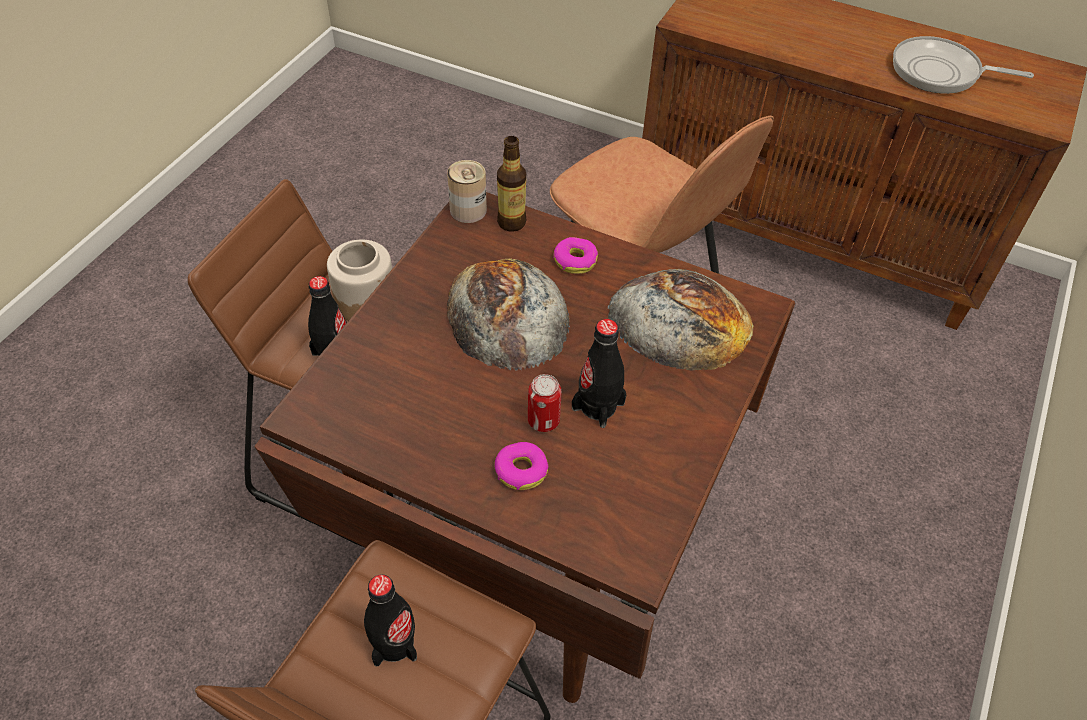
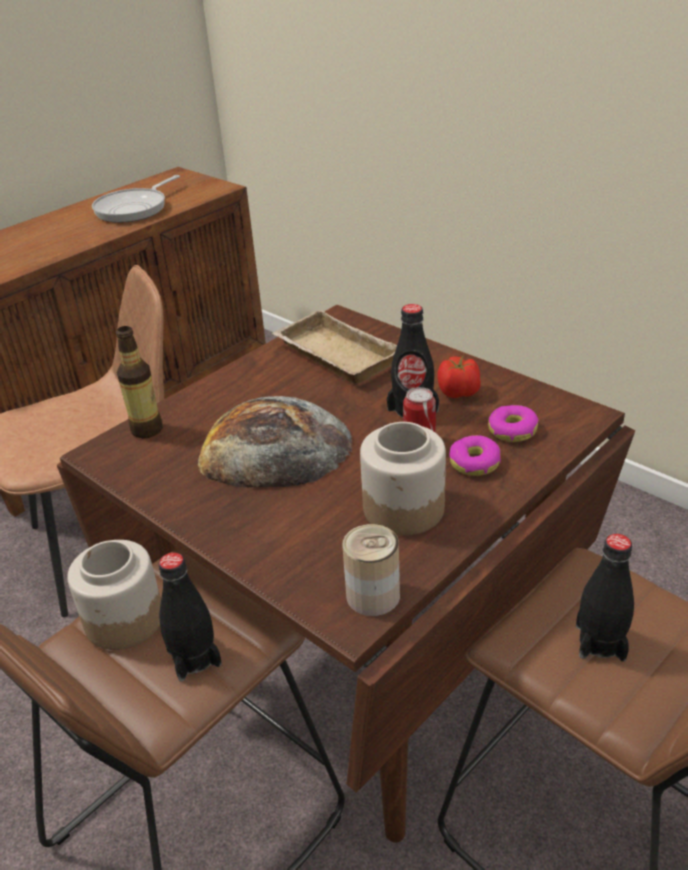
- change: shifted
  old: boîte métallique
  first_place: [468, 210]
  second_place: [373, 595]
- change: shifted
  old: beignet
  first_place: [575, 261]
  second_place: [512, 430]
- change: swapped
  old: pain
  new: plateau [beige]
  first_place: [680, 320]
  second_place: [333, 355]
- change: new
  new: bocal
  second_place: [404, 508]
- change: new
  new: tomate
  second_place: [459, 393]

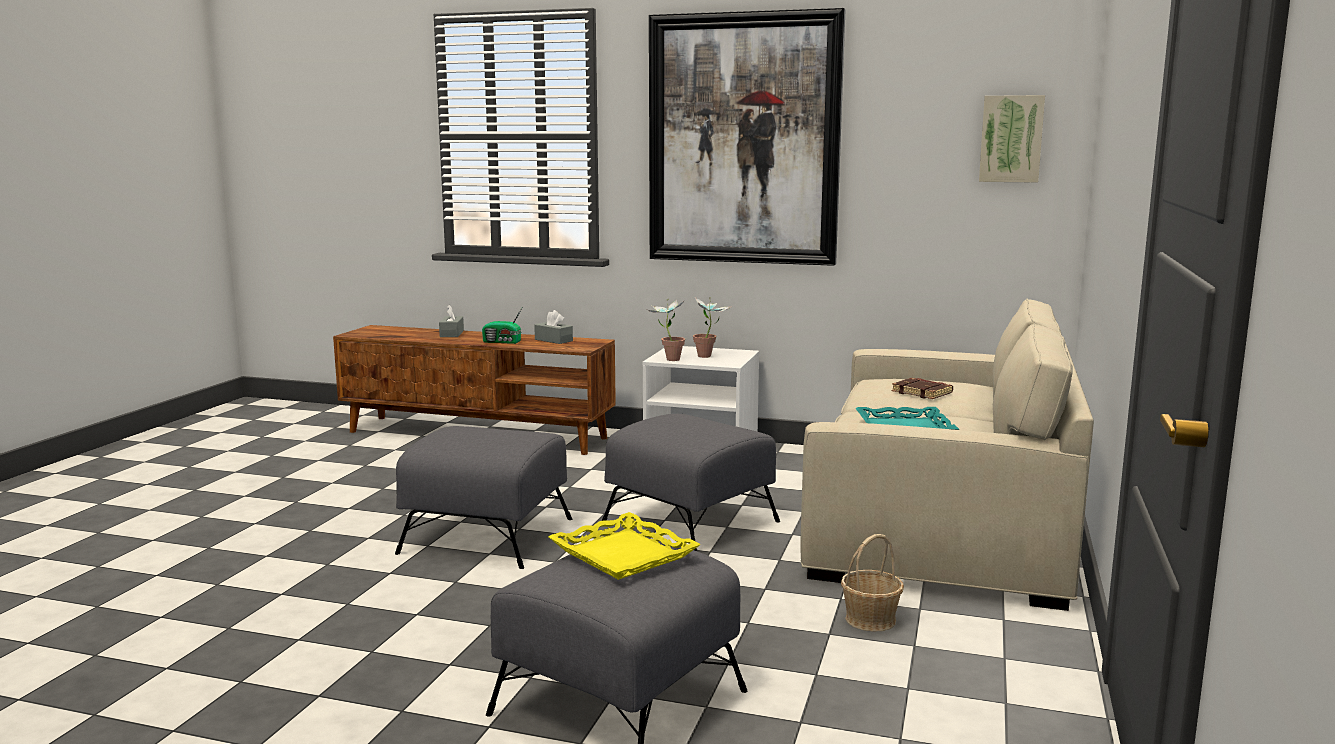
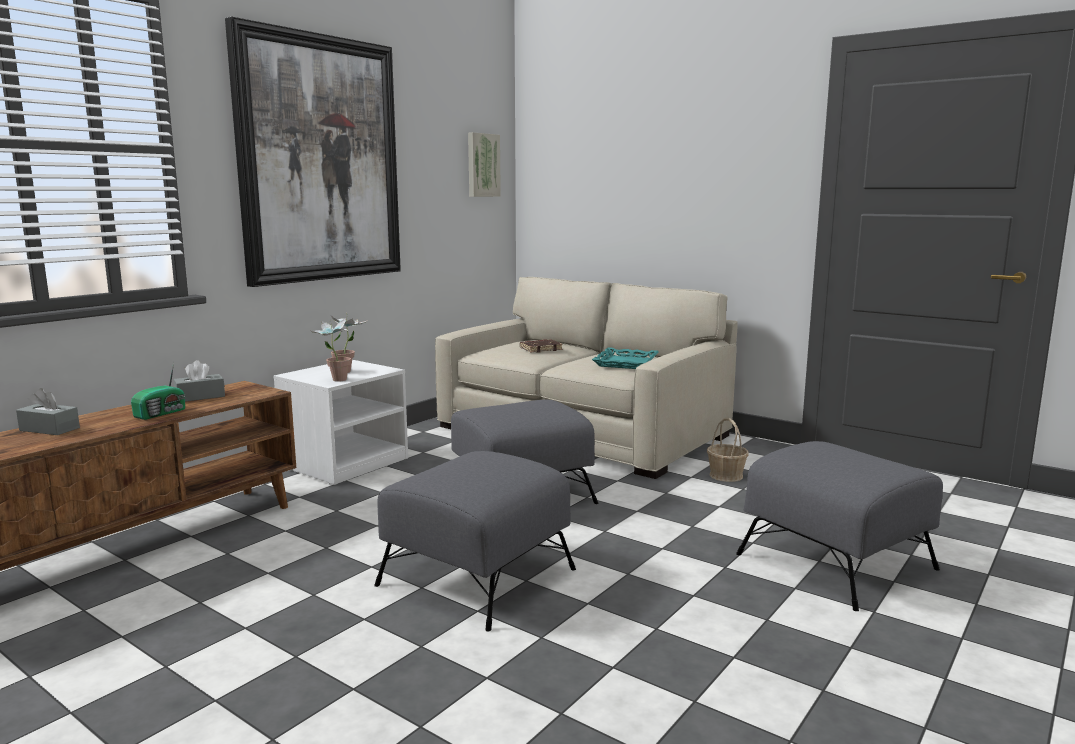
- change: gone
  old: plateau [jaune]
  first_place: [622, 555]

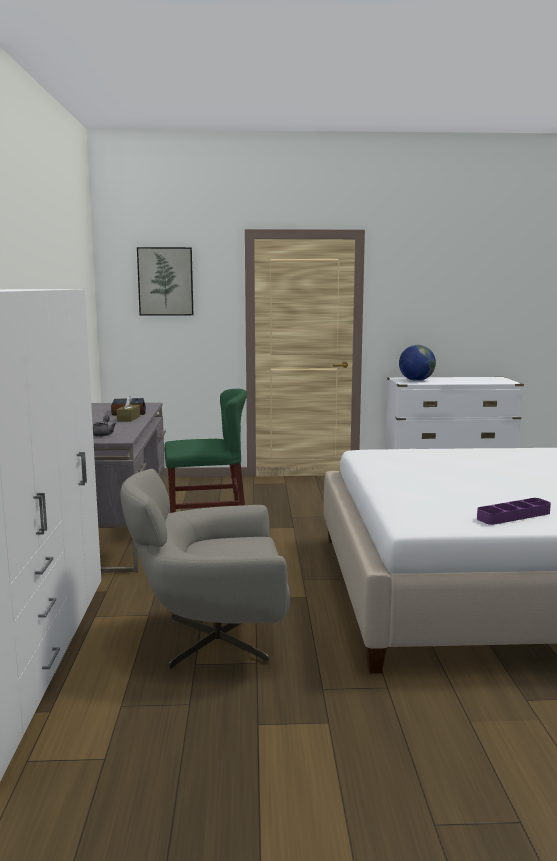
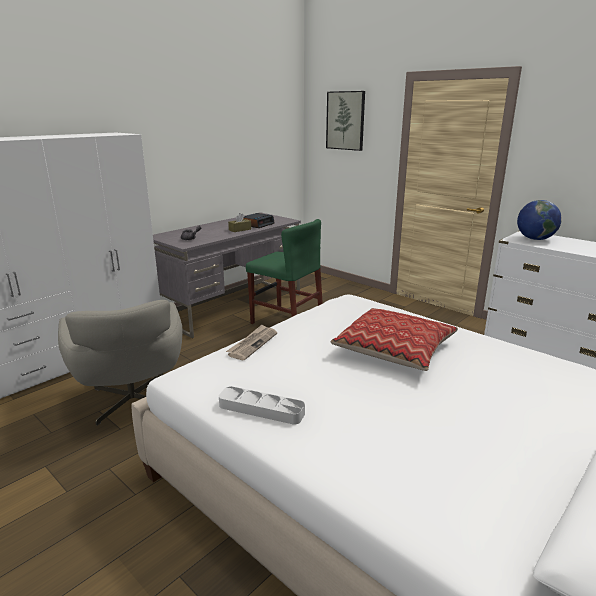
- change: rotated
  old: fauteuil [gris]
  first_place: [211, 641]
  second_place: [133, 401]
  degrees: -150
- change: repainted
  old: plateau [violet]
  new: plateau [gris]
  first_place: [513, 516]
  second_place: [261, 409]
- change: new
  new: journal
  second_place: [252, 344]
- change: new
  new: coussin
  second_place: [394, 349]

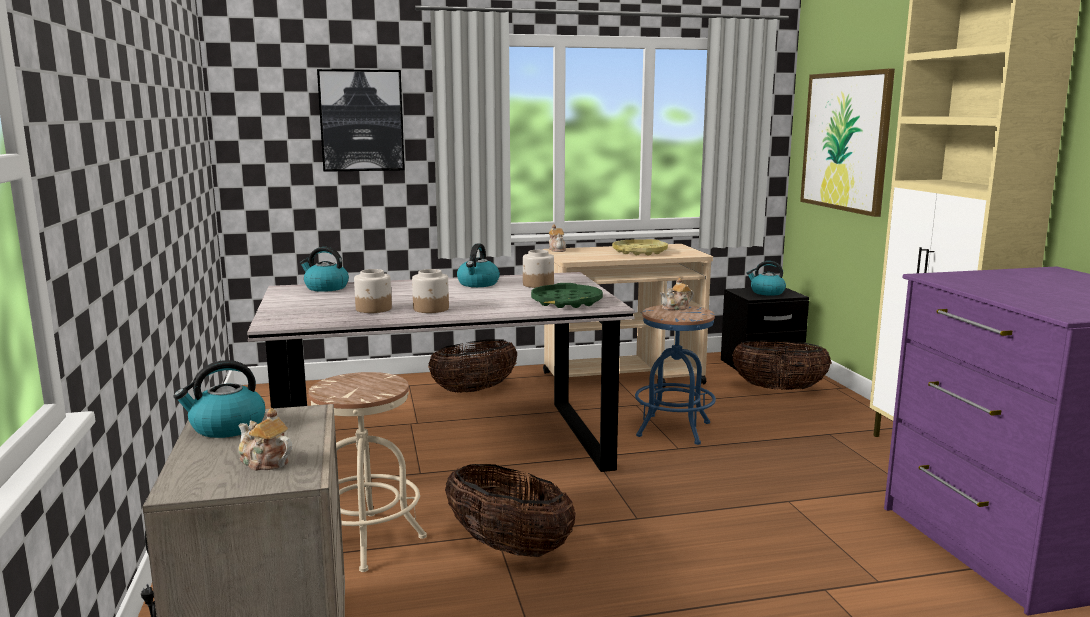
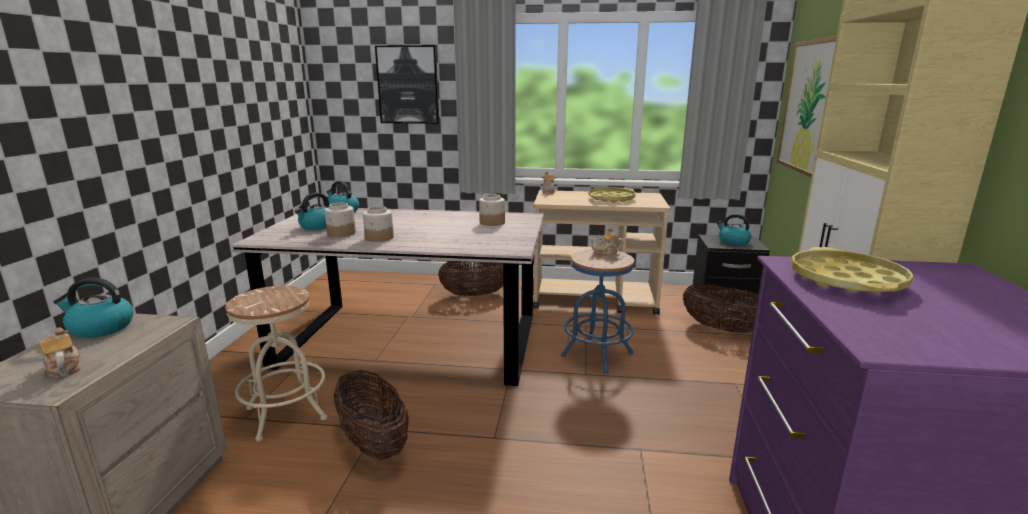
- change: shifted
  old: bouilloire
  first_place: [478, 284]
  second_place: [317, 226]
- change: gone
  old: plateau [vert]
  first_place: [566, 302]
- change: new
  new: plateau [jaune]
  second_place: [846, 280]

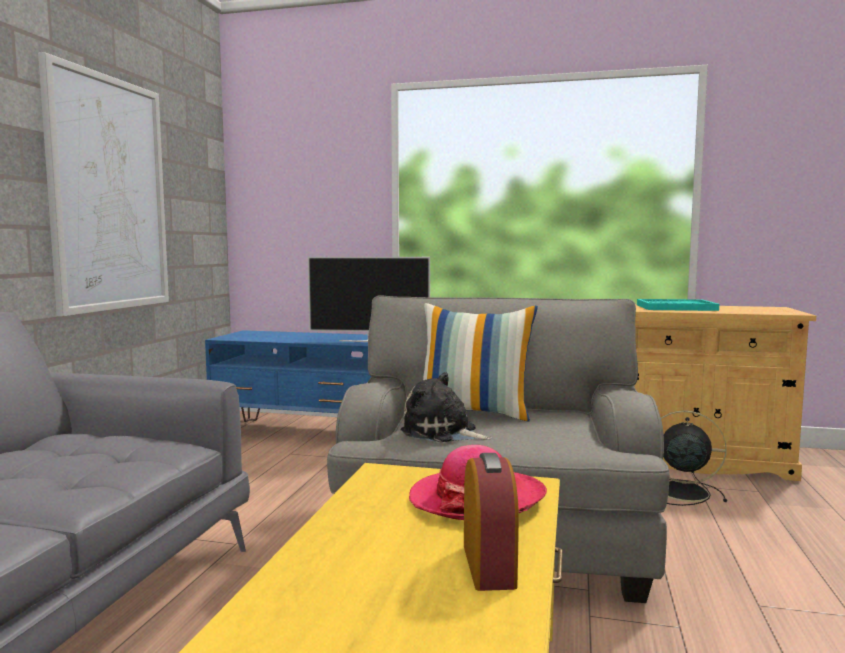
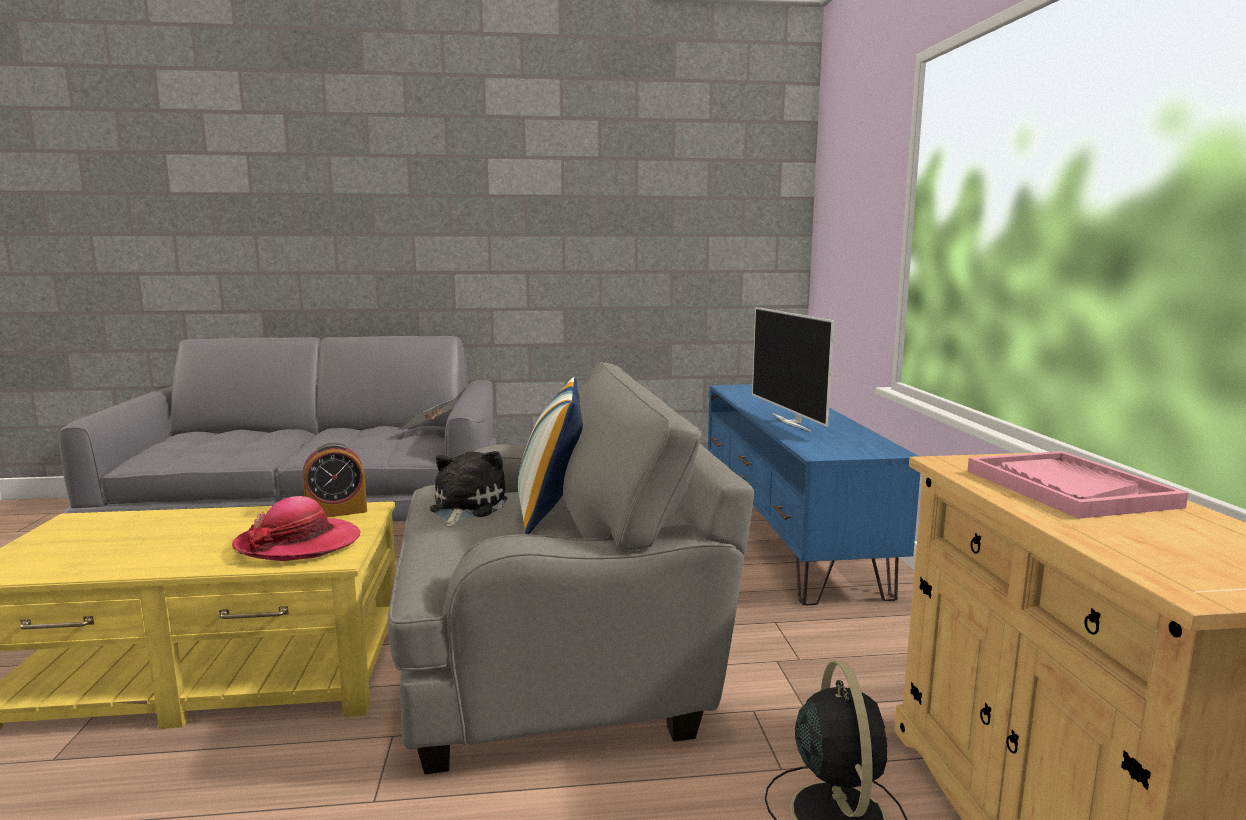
- change: gone
  old: tableau
  first_place: [109, 194]
- change: shifted
  old: réveil
  first_place: [488, 565]
  second_place: [336, 512]
- change: repainted
  old: plateau [turquoise]
  new: plateau [rose]
  first_place: [675, 307]
  second_place: [1067, 488]
- change: new
  new: journal
  second_place: [430, 431]

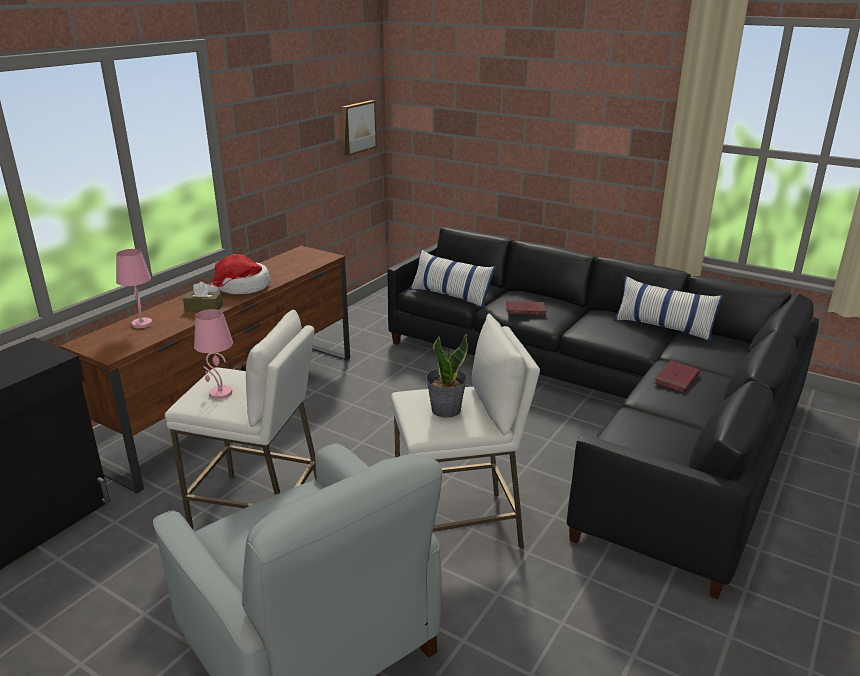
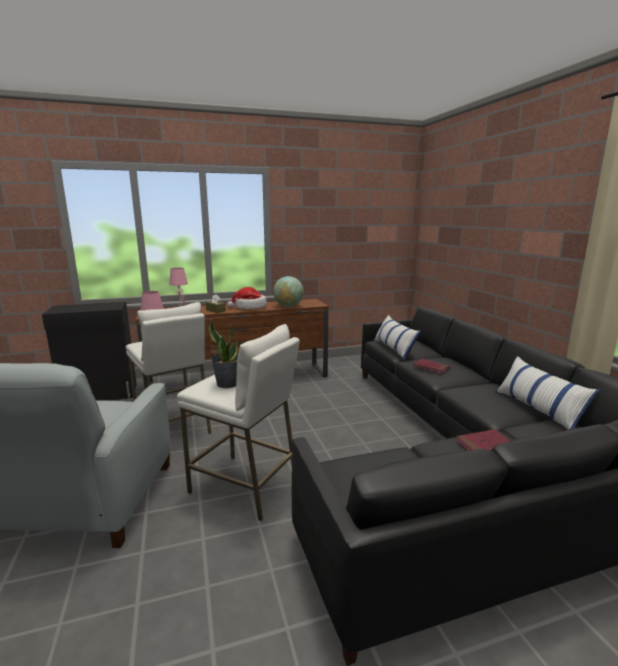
- change: gone
  old: tableau
  first_place: [357, 127]
- change: new
  new: globe
  second_place: [288, 306]

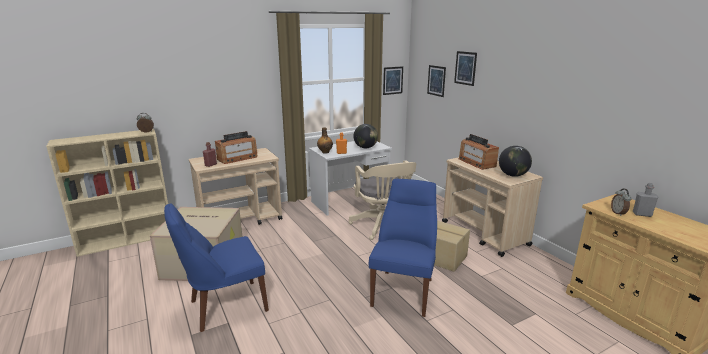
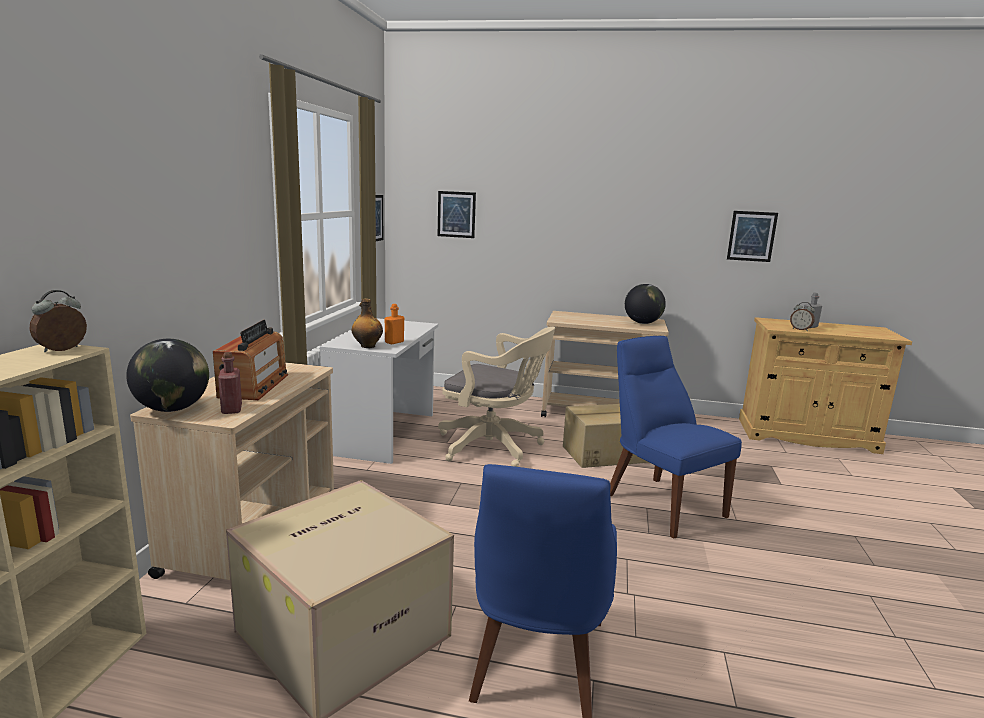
- change: shifted
  old: globe
  first_place: [365, 147]
  second_place: [172, 409]
- change: shifted
  old: tableau
  first_place: [465, 68]
  second_place: [751, 236]
- change: gone
  old: radio
  first_place: [476, 163]

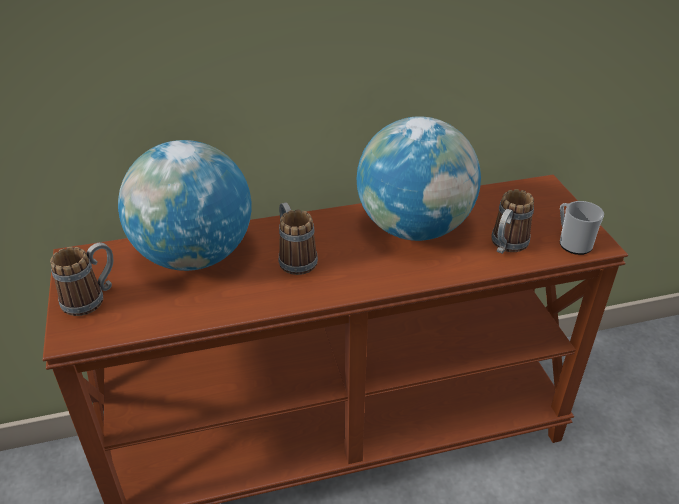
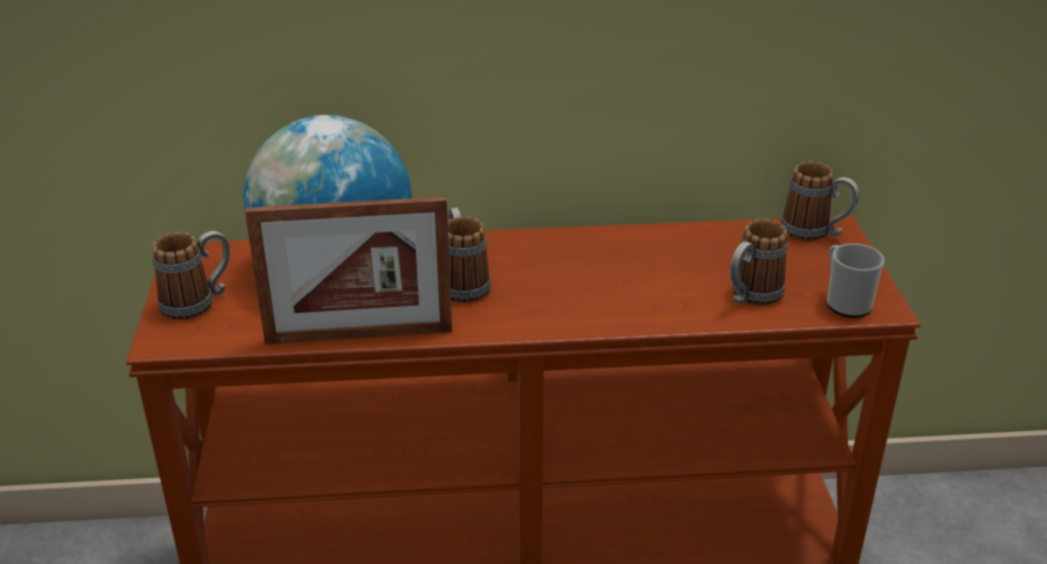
- change: gone
  old: globe
  first_place: [414, 228]
- change: new
  new: cadre photo
  second_place: [359, 335]
- change: new
  new: mug
  second_place: [815, 233]

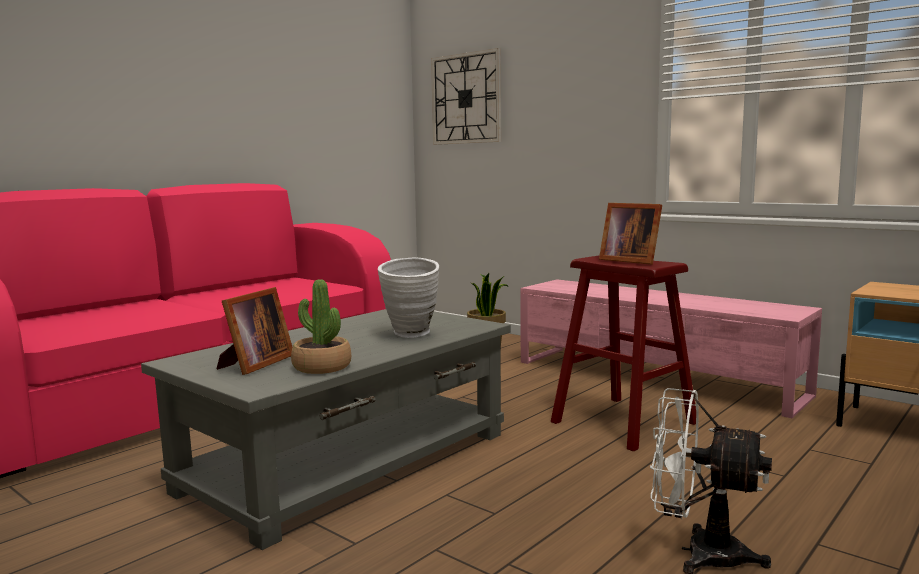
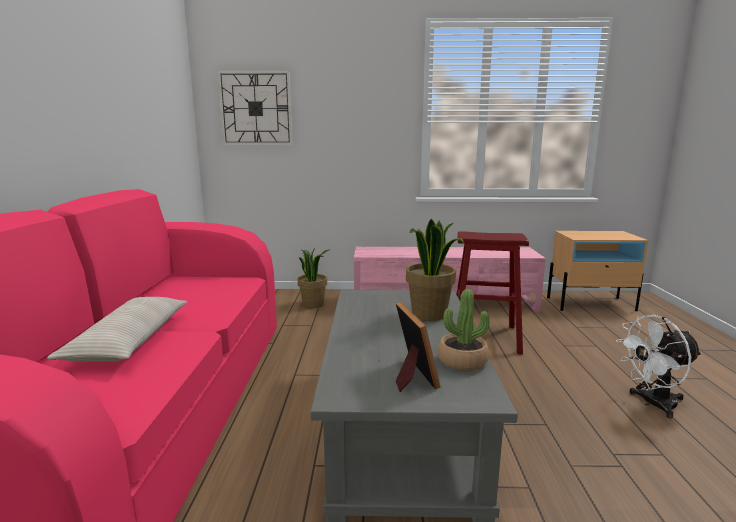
- change: swapped
  old: vase [blanc]
  new: plante en pot
  first_place: [411, 335]
  second_place: [429, 314]
- change: gone
  old: cadre photo
  first_place: [629, 260]
- change: new
  new: coussin [beige]
  second_place: [130, 341]

